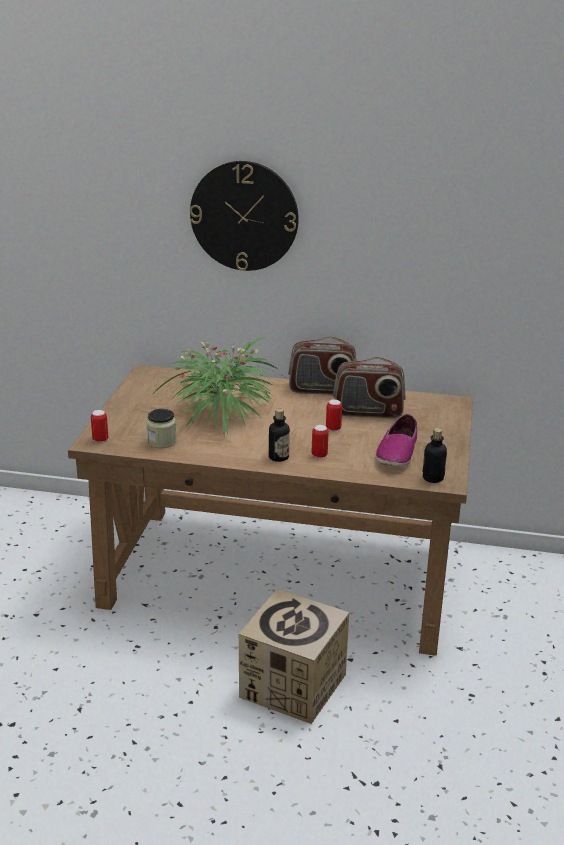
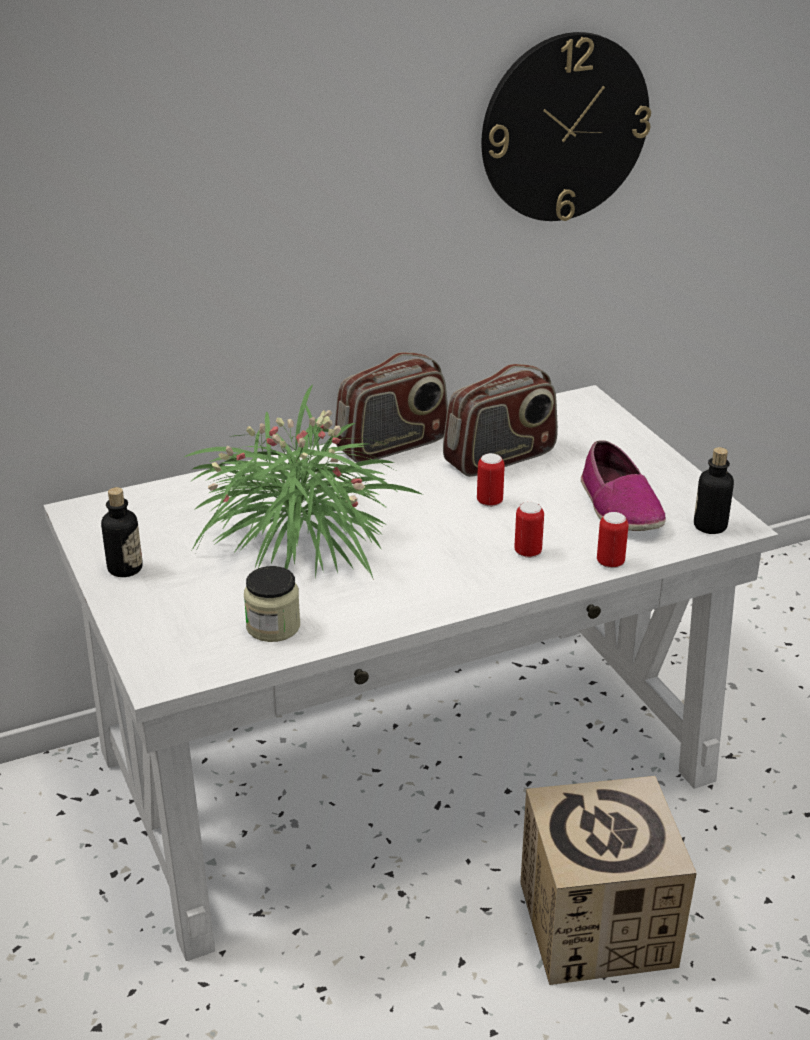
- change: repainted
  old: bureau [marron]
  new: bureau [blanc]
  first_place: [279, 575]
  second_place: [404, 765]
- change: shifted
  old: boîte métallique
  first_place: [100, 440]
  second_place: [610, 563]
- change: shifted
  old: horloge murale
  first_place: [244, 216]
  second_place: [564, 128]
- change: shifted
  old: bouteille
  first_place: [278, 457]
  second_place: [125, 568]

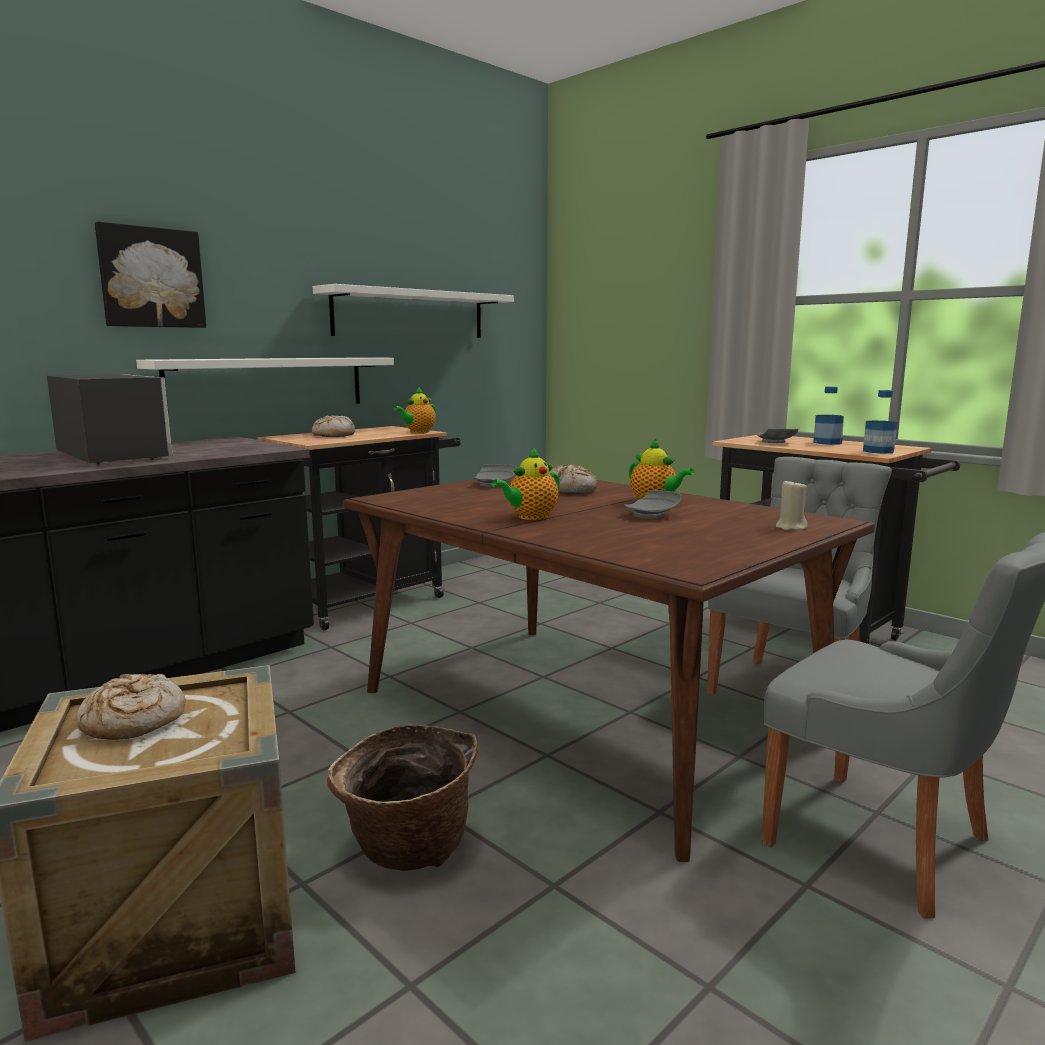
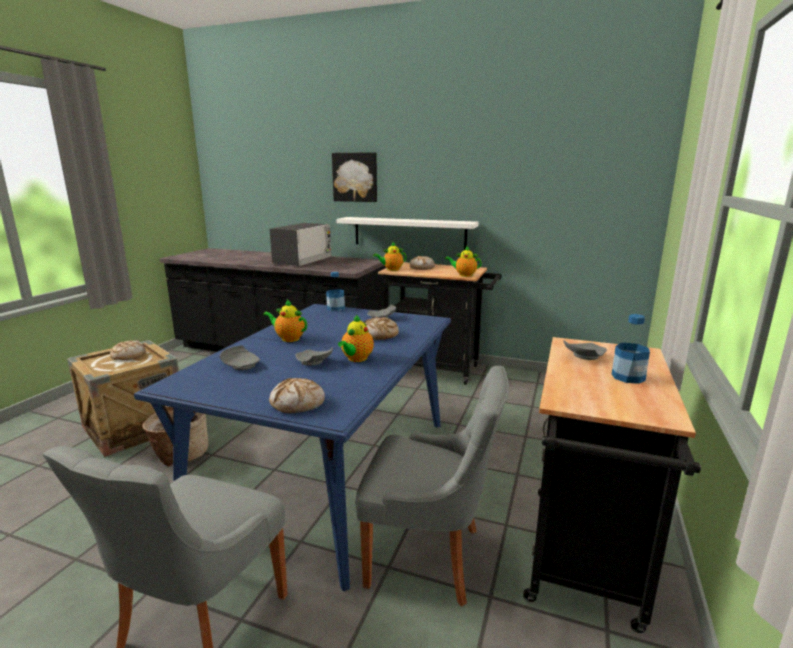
- change: gone
  old: étagère [blanc]
  first_place: [410, 314]
- change: repainted
  old: table à manger [marron]
  new: table à manger [bleu]
  first_place: [583, 714]
  second_place: [330, 470]
- change: swapped
  old: bougie [beige]
  new: pain
  first_place: [790, 527]
  second_place: [298, 403]
- change: shifted
  old: bouteille
  first_place: [878, 451]
  second_place: [336, 308]
- change: new
  new: assiette [gris]
  second_place: [241, 365]
- change: new
  new: théière
  second_place: [391, 269]

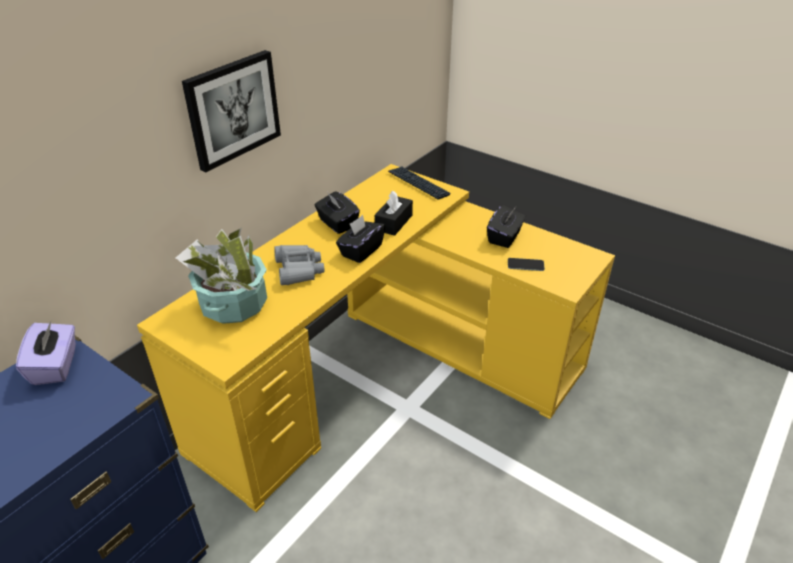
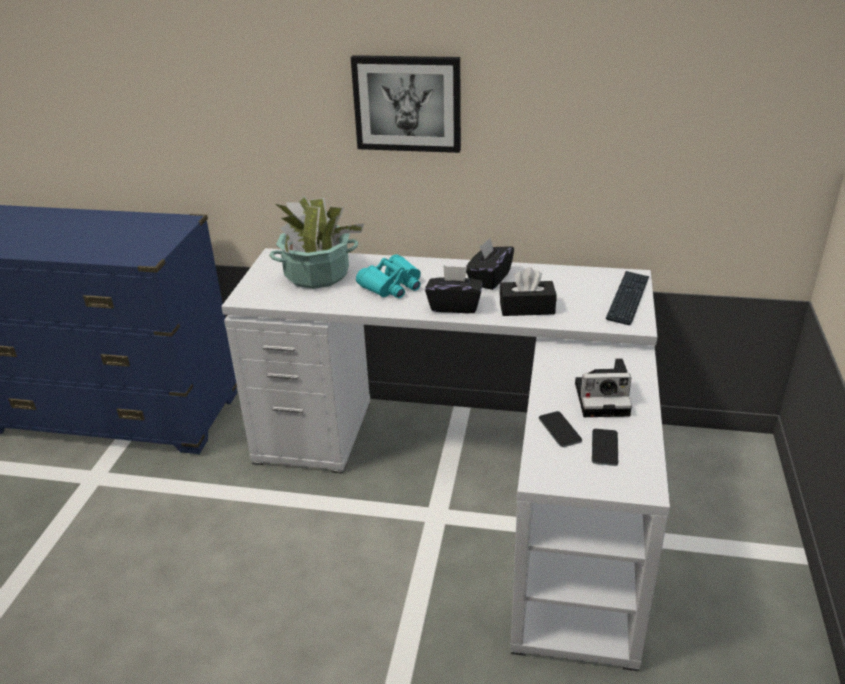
- change: gone
  old: boîte à mouchoirs [violet]
  first_place: [56, 366]
- change: repainted
  old: bureau [jaune]
  new: bureau [blanc]
  first_place: [386, 370]
  second_place: [479, 478]
- change: repainted
  old: jumelles [gris]
  new: jumelles [turquoise]
  first_place: [299, 270]
  second_place: [392, 286]
- change: swapped
  old: boîte à mouchoirs [noir]
  new: appareil photo
  first_place: [504, 237]
  second_place: [604, 398]
- change: new
  new: téléphone
  second_place: [604, 447]

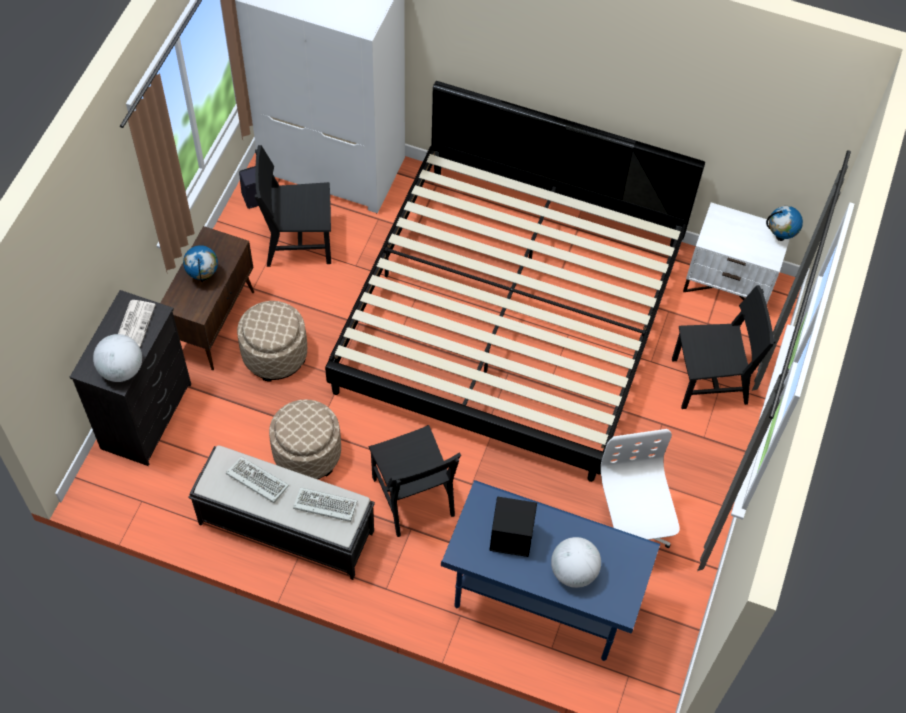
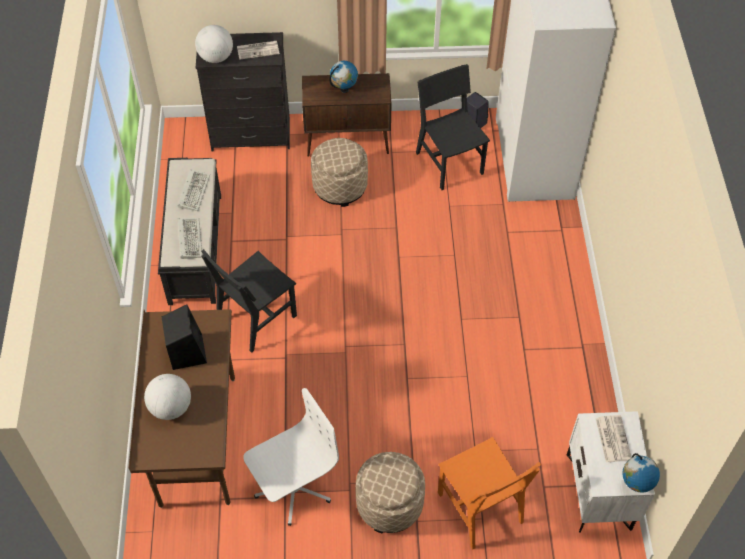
- change: shifted
  old: pouf [beige]
  first_place: [307, 453]
  second_place: [389, 504]
- change: gone
  old: lit
  first_place: [510, 317]
- change: repainted
  old: bureau [bleu]
  new: bureau [marron]
  first_place: [540, 601]
  second_place: [197, 440]
- change: repainted
  old: chaise [noir]
  new: chaise [orange]
  first_place: [709, 381]
  second_place: [479, 508]
- change: new
  new: journal
  second_place: [612, 438]

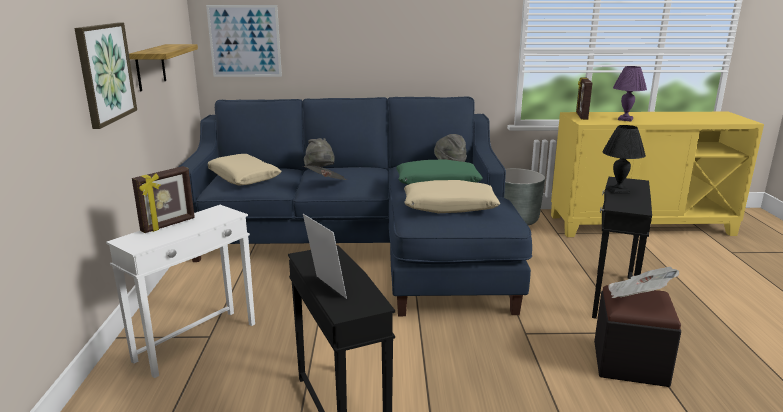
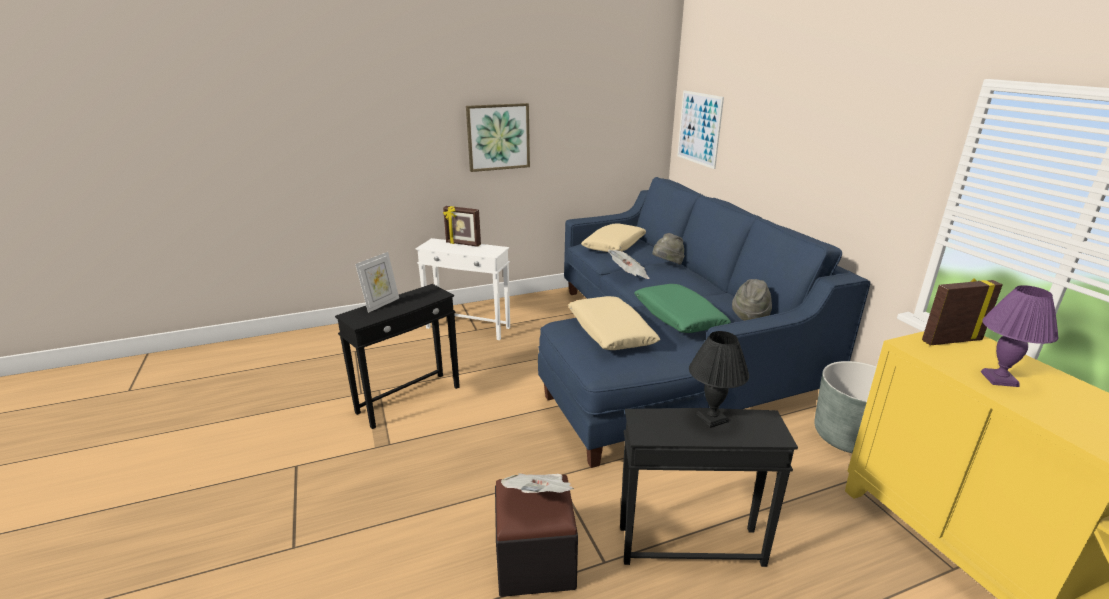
- change: gone
  old: étagère
  first_place: [150, 67]

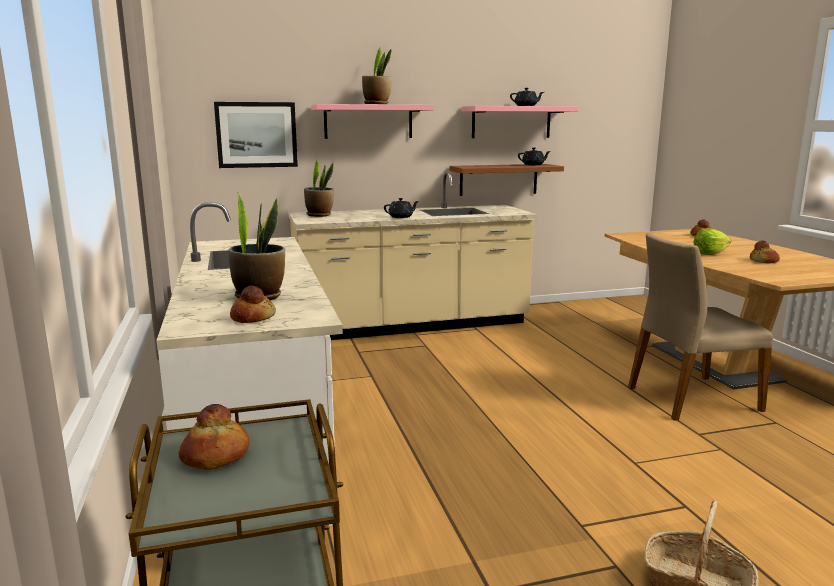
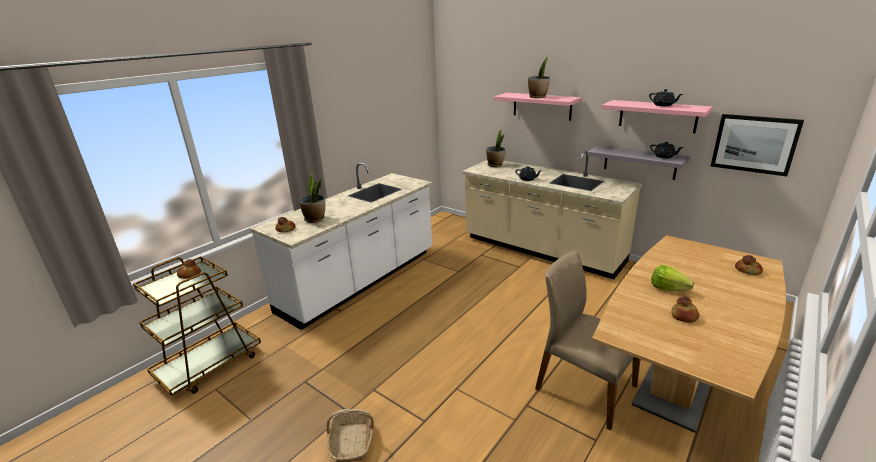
- change: shifted
  old: tableau
  first_place: [256, 135]
  second_place: [754, 144]
- change: repainted
  old: étagère [marron]
  new: étagère [gris]
  first_place: [498, 179]
  second_place: [639, 162]

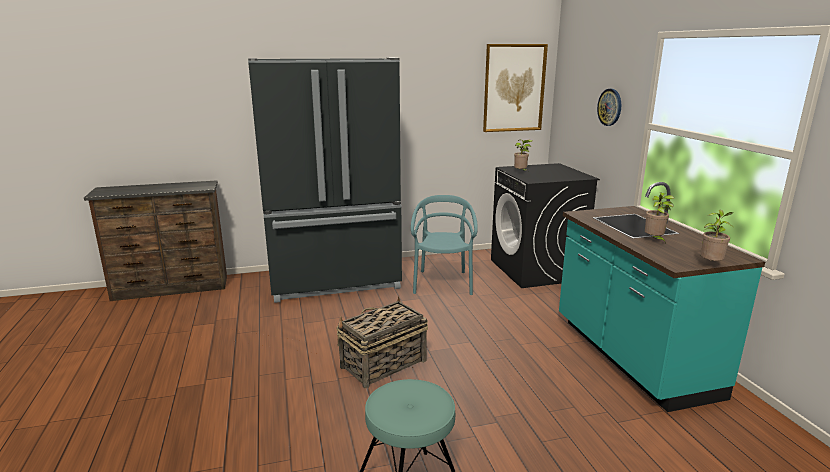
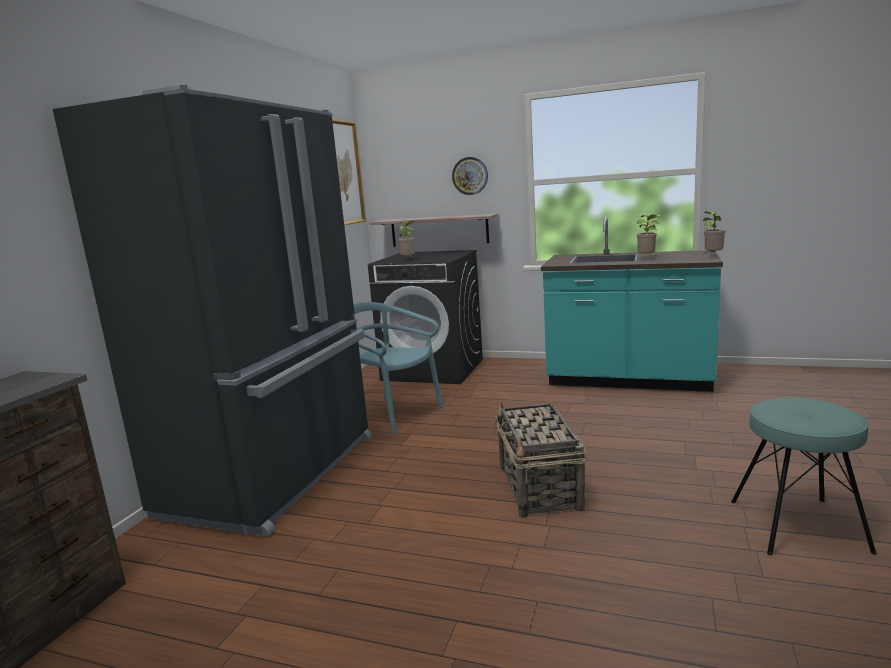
- change: new
  new: étagère
  second_place: [439, 230]

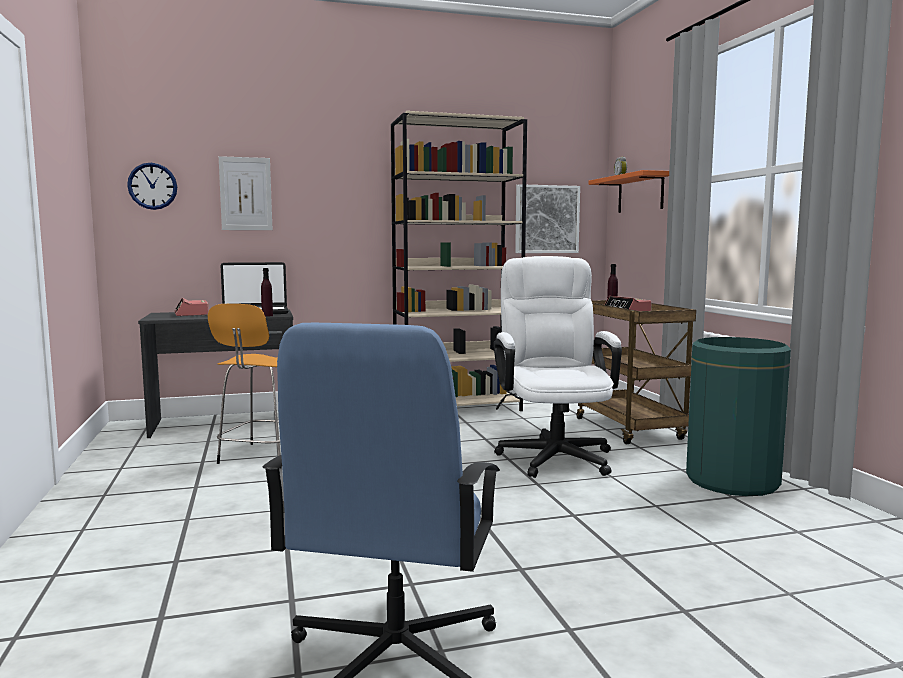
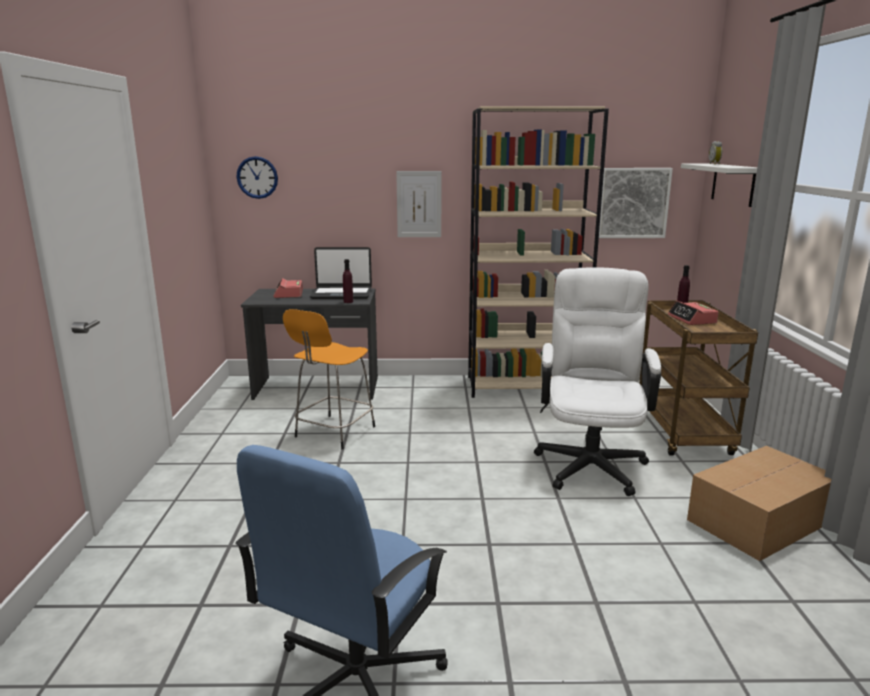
- change: shifted
  old: tableau
  first_place: [246, 194]
  second_place: [419, 204]
- change: repainted
  old: étagère [orange]
  new: étagère [blanc]
  first_place: [640, 193]
  second_place: [733, 184]
- change: swapped
  old: poubelle [vert]
  new: carton
  first_place: [732, 481]
  second_place: [757, 521]

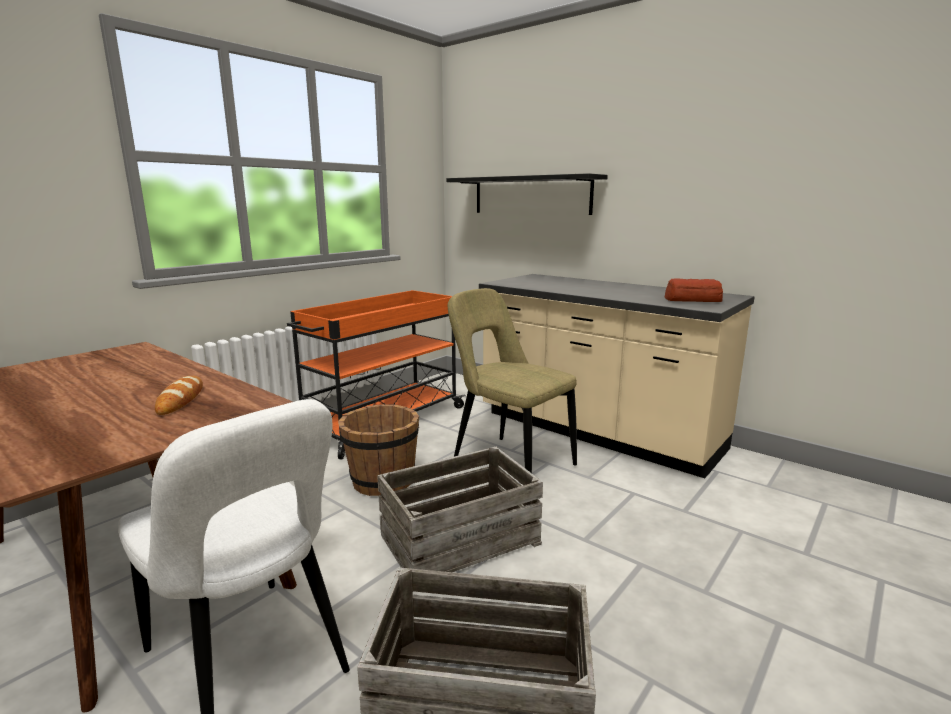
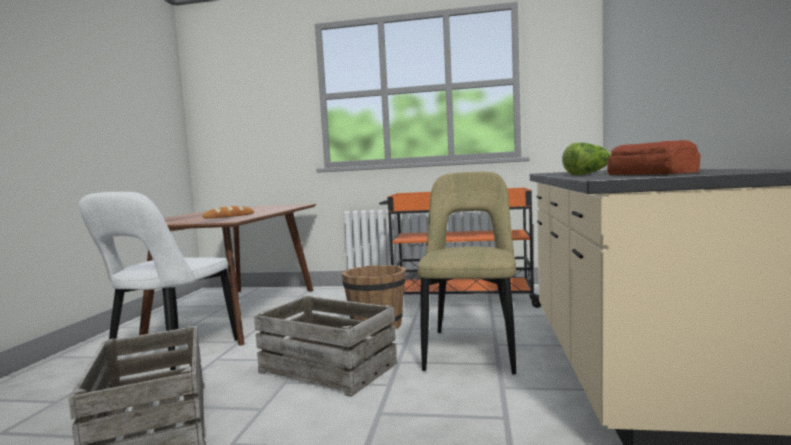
- change: gone
  old: étagère [noir]
  first_place: [530, 195]
- change: new
  new: laitue
  second_place: [588, 174]

